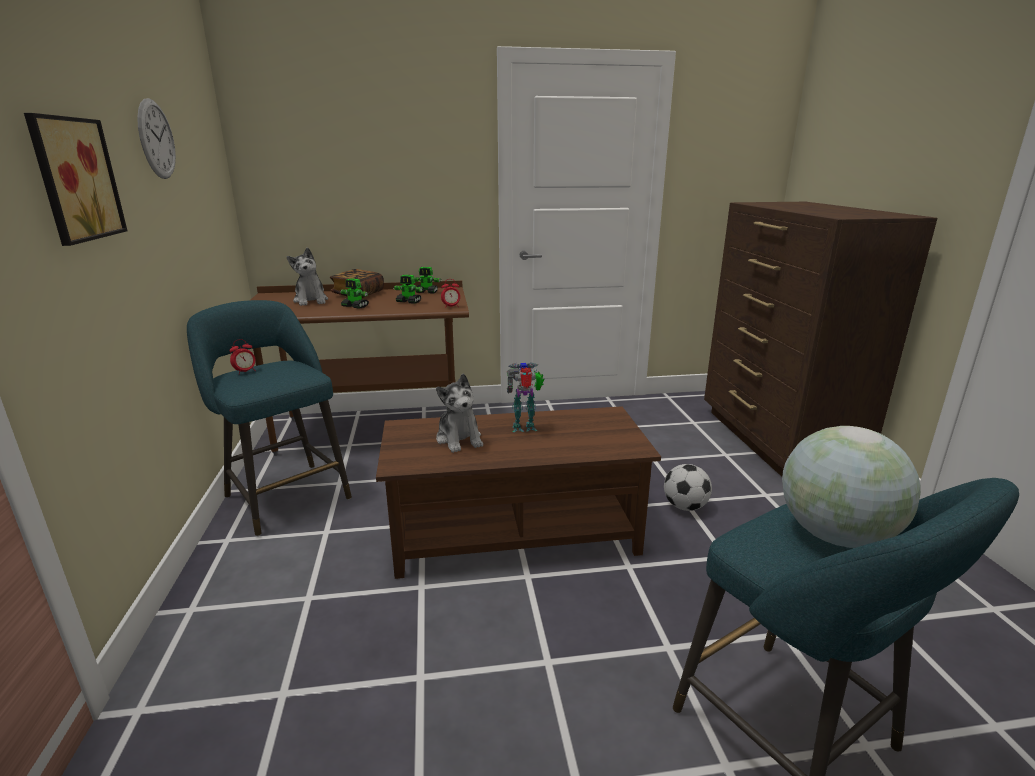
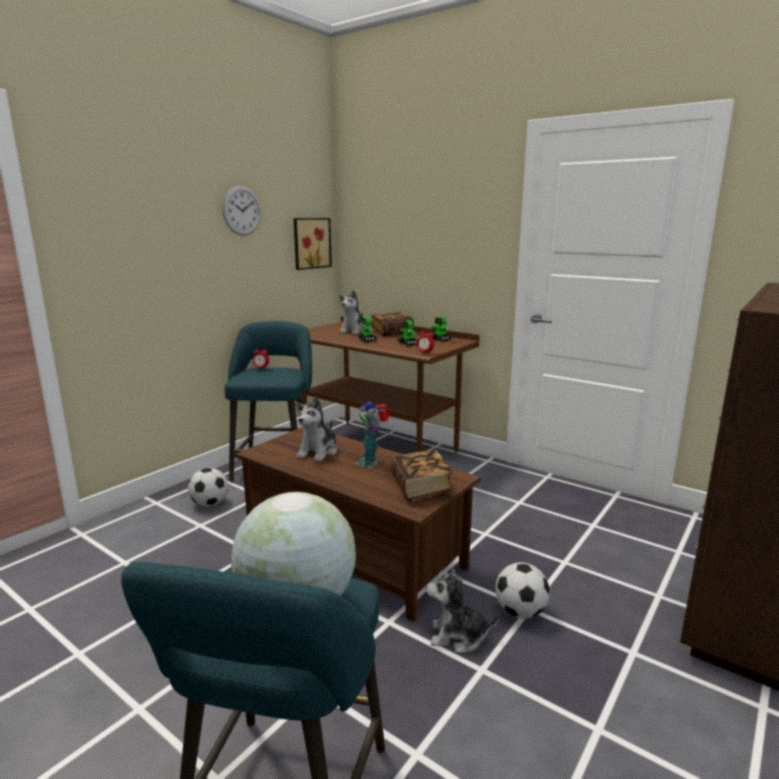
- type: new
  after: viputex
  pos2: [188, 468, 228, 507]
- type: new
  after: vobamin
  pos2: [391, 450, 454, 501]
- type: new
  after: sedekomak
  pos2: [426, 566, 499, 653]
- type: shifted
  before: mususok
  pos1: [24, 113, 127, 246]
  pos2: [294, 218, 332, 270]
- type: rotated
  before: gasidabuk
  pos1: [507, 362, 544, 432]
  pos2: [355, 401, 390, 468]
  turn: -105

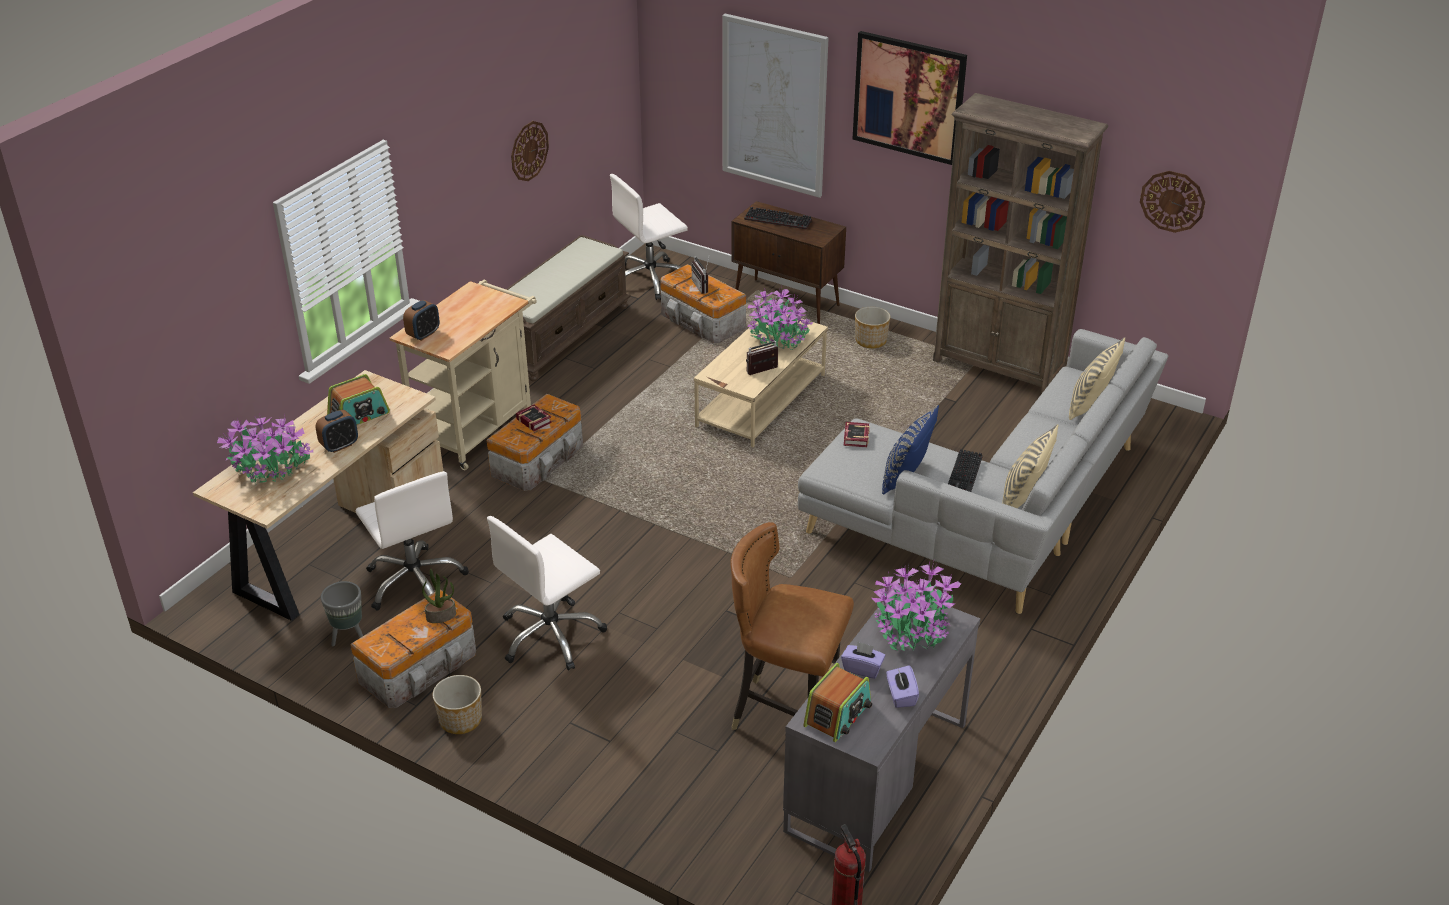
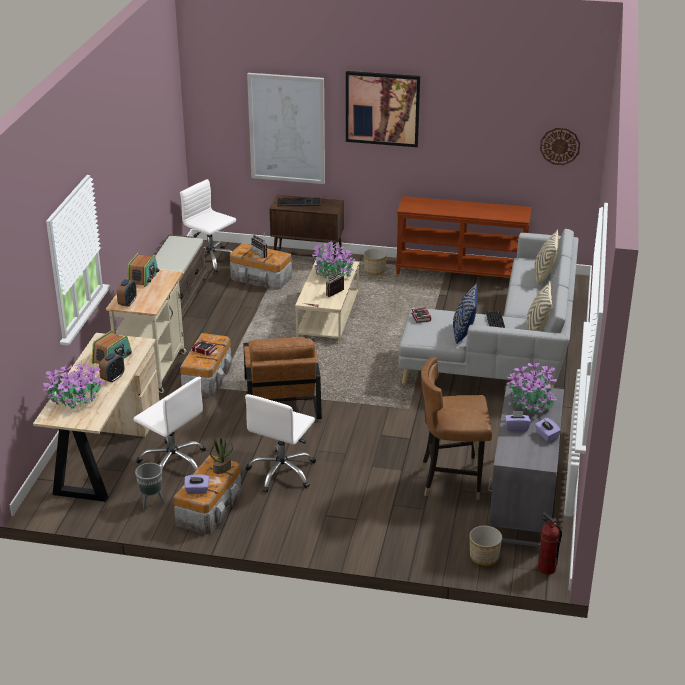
- type: gone
  before: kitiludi
  pos1: [511, 121, 549, 181]
- type: new
  after: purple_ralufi
  pos2: [184, 474, 209, 494]
- type: new
  after: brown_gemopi
  pos2: [243, 337, 322, 419]
- type: shifted
  before: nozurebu
  pos1: [433, 675, 482, 734]
  pos2: [470, 526, 502, 566]
- type: shifted
  before: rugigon
  pos1: [803, 663, 872, 742]
  pos2: [128, 253, 159, 287]
- type: swapped
  before: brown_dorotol
  after: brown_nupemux
  pos1: [933, 93, 1108, 394]
  pos2: [396, 196, 532, 278]
- type: rotated
  before: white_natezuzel
  pos1: [610, 174, 688, 300]
  pos2: [180, 179, 236, 273]
  turn: 90

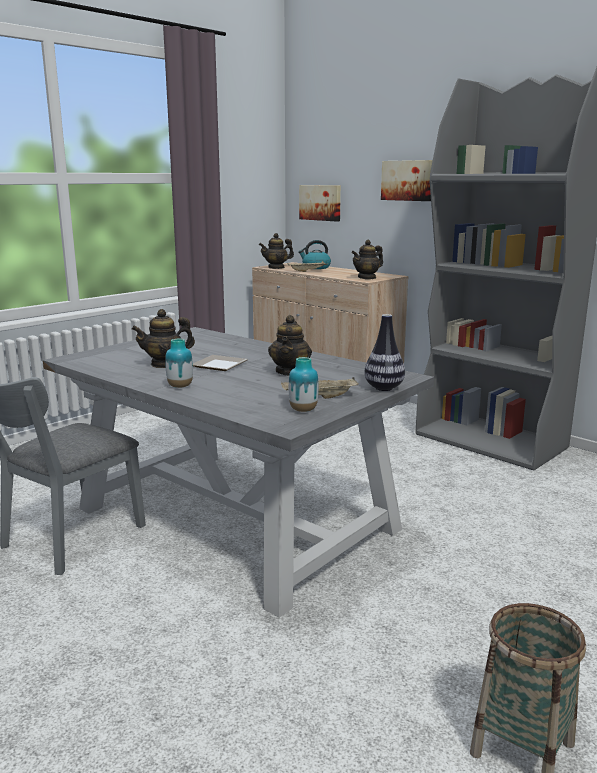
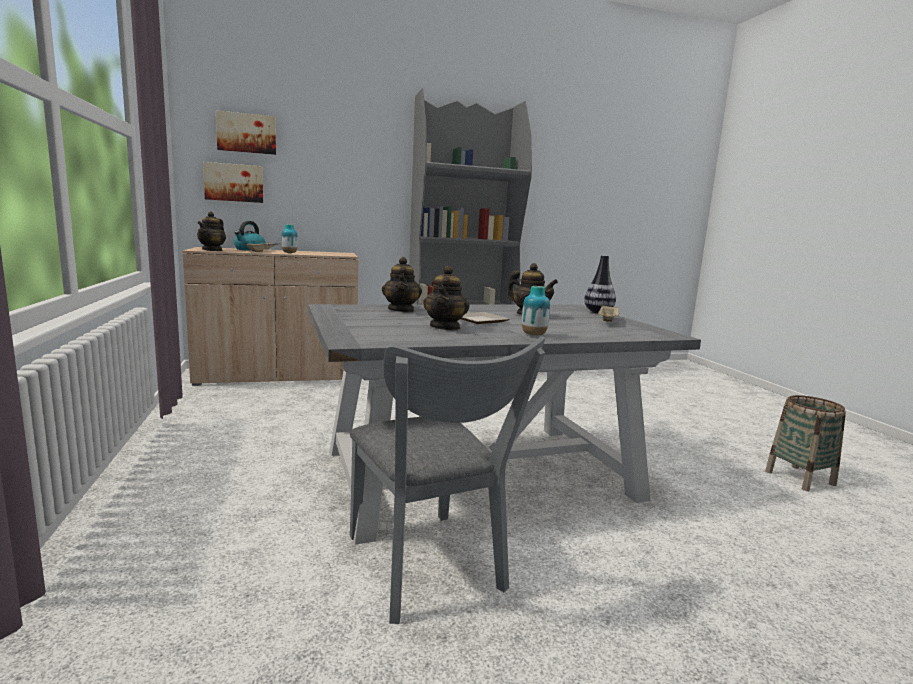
- type: shifted
  before: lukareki
  pos1: [289, 357, 318, 412]
  pos2: [281, 224, 298, 253]
- type: shifted
  before: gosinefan
  pos1: [351, 240, 383, 279]
  pos2: [382, 257, 422, 312]
- type: shifted
  before: mususok
  pos1: [381, 160, 433, 201]
  pos2: [216, 111, 276, 155]

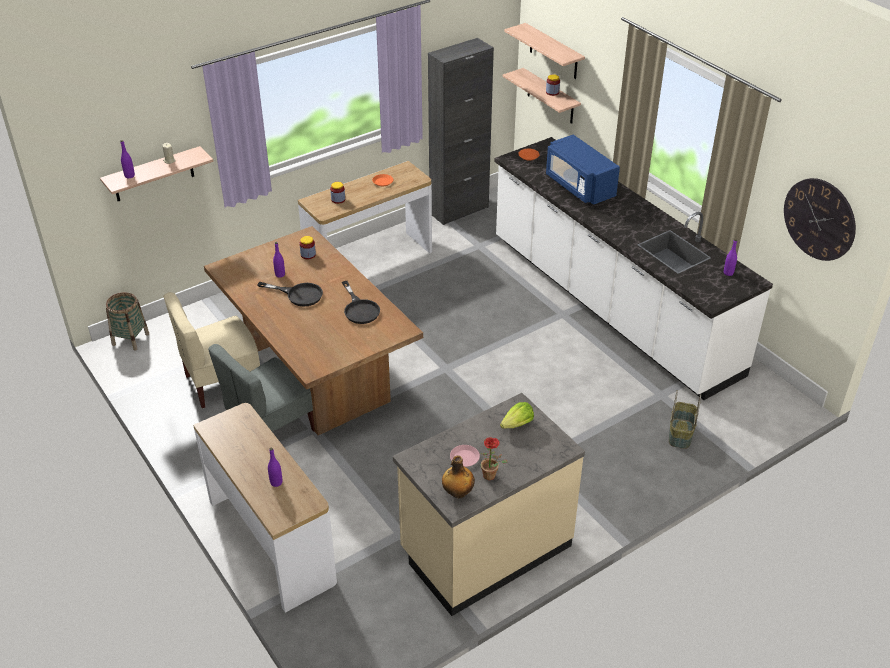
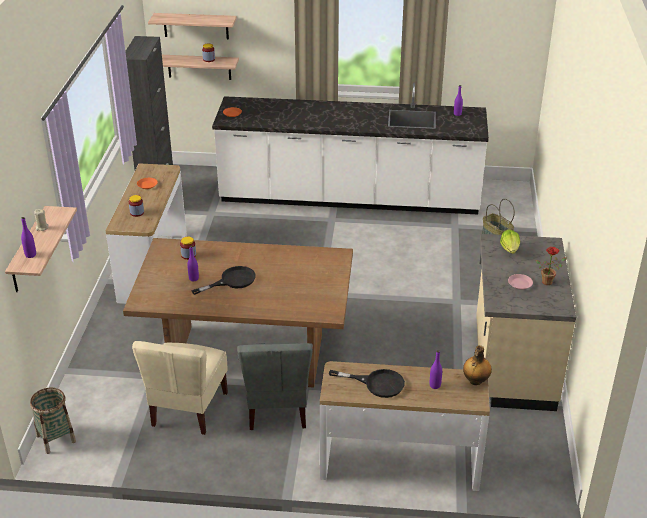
- type: gone
  before: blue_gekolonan
  pos1: [546, 134, 620, 205]
- type: gone
  before: kitiludi
  pos1: [784, 178, 856, 261]
- type: shifted
  before: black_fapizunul
  pos1: [342, 281, 380, 324]
  pos2: [329, 369, 405, 398]
- type: shifted
  before: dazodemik
  pos1: [442, 456, 475, 498]
  pos2: [463, 345, 492, 385]

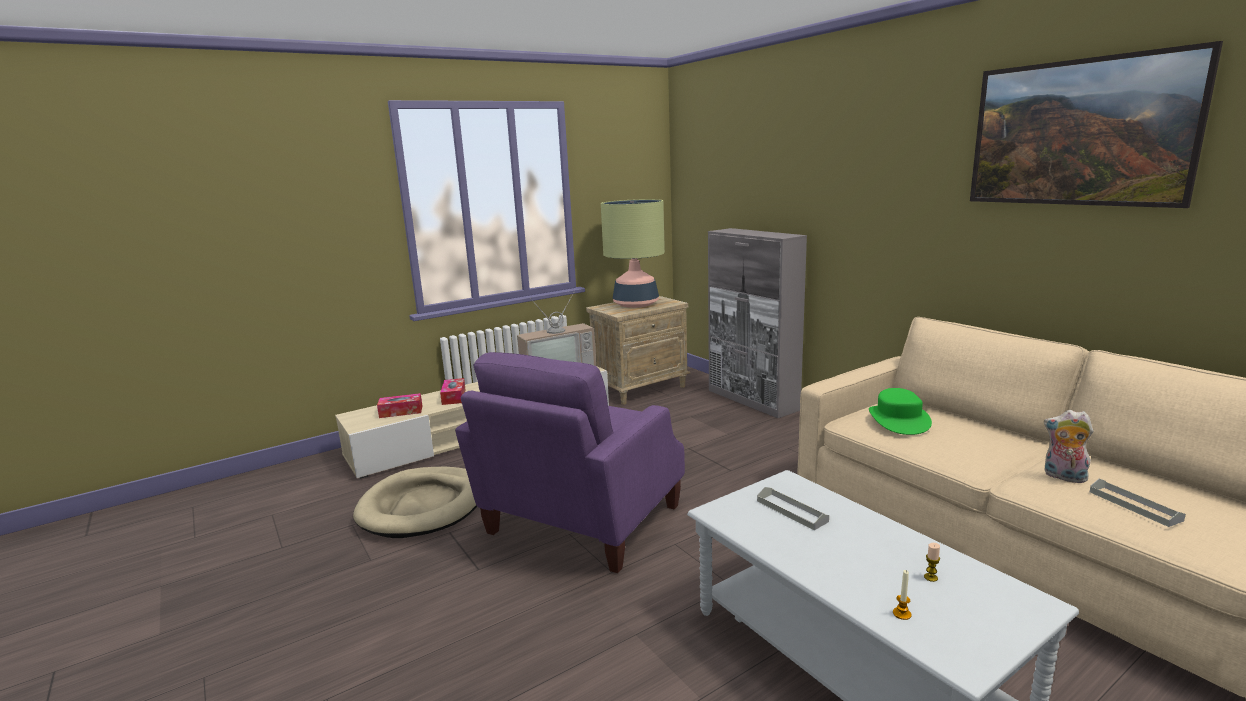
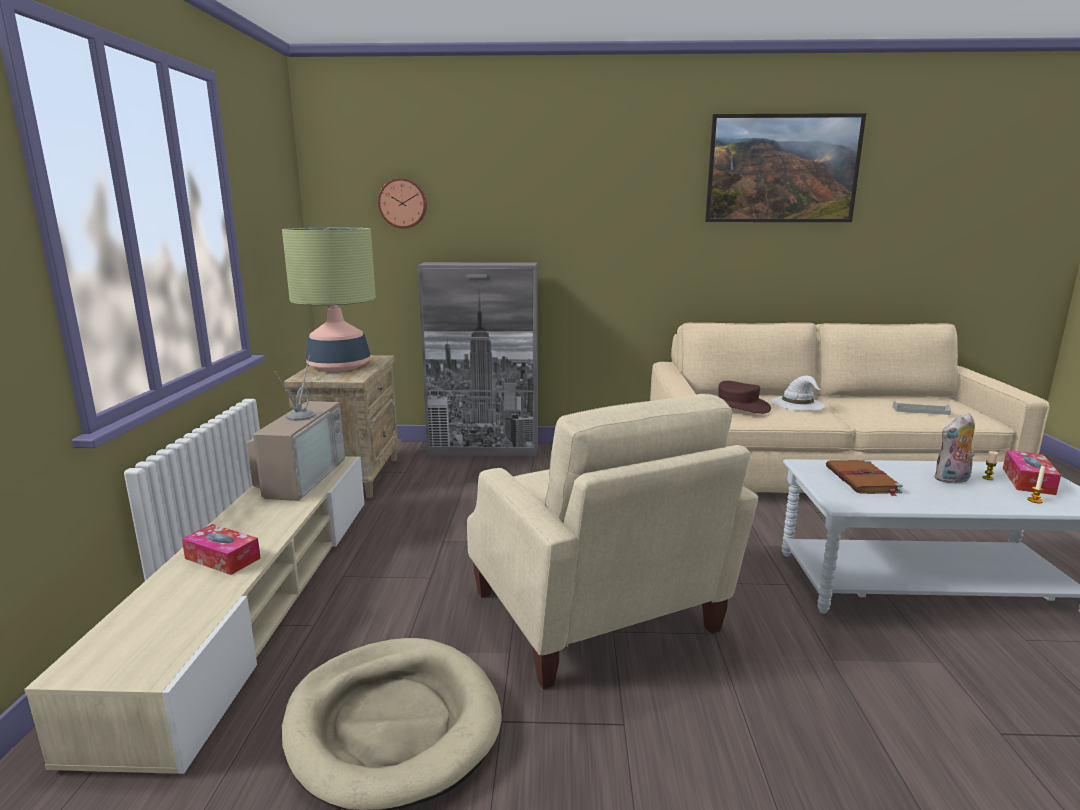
- type: new
  after: kitiludi
  pos2: [378, 178, 427, 228]
- type: new
  after: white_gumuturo
  pos2: [770, 376, 825, 411]
- type: shifted
  before: ralufi
  pos1: [377, 393, 422, 418]
  pos2: [1003, 450, 1061, 495]
- type: shifted
  before: sedekomak
  pos1: [1044, 410, 1093, 483]
  pos2: [935, 413, 975, 483]
- type: swapped
  before: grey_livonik
  after: brown_vobamin
  pos1: [757, 487, 829, 530]
  pos2: [826, 460, 903, 496]
- type: repainted
  before: purple_gemopi
  after: beige_gemopi
  pos1: [455, 352, 685, 573]
  pos2: [467, 394, 758, 689]
- type: repainted
  before: green_gumuturo
  after: brown_gumuturo
  pos1: [869, 388, 932, 435]
  pos2: [718, 381, 771, 414]

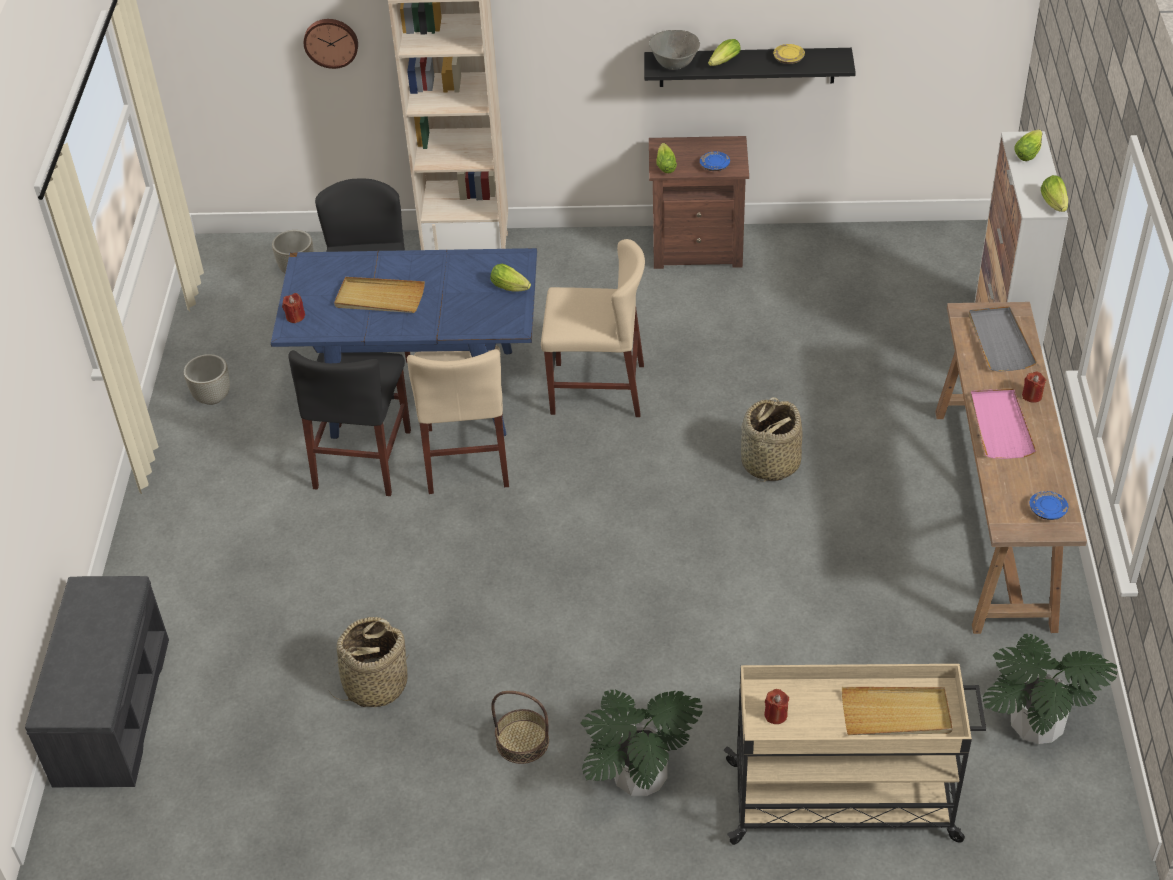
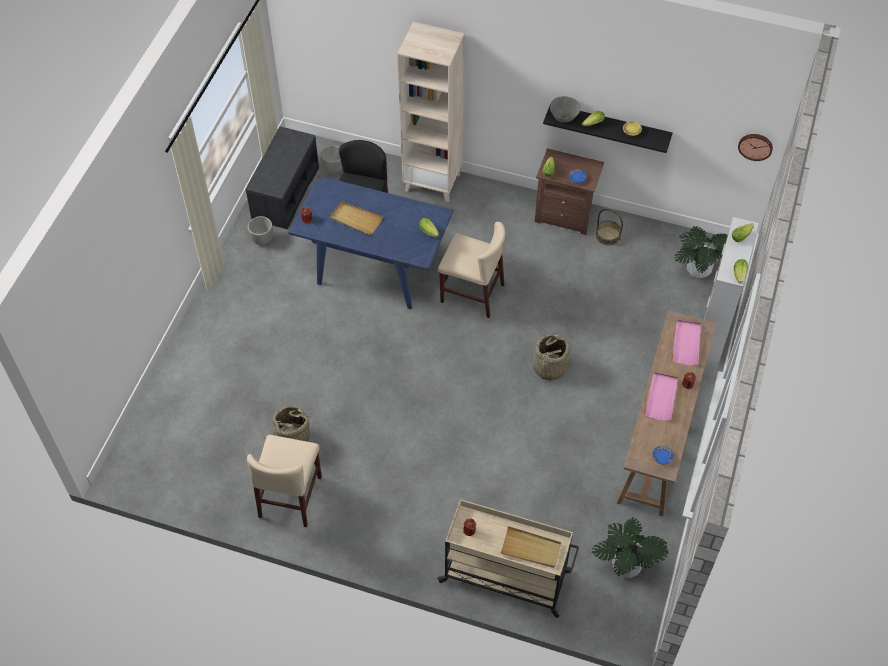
- type: gone
  before: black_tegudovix
  pos1: [289, 350, 411, 496]
- type: shifted
  before: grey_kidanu
  pos1: [25, 576, 169, 787]
  pos2: [246, 127, 319, 229]
- type: shifted
  before: kitiludi
  pos1: [304, 19, 358, 69]
  pos2: [738, 134, 773, 161]
- type: shifted
  before: beige_tegudovix
  pos1: [407, 345, 509, 494]
  pos2: [247, 435, 322, 527]
- type: shifted
  before: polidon
  pos1: [491, 691, 549, 764]
  pos2: [596, 209, 623, 246]
- type: shifted
  before: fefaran
  pos1: [580, 690, 703, 796]
  pos2: [675, 226, 728, 278]
- type: repainted
  before: grey_livonik
  after: pink_livonik
  pos1: [969, 306, 1037, 372]
  pos2: [670, 320, 701, 366]

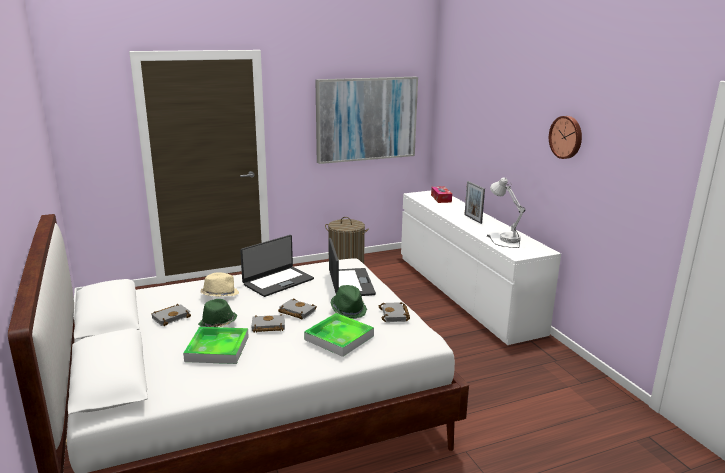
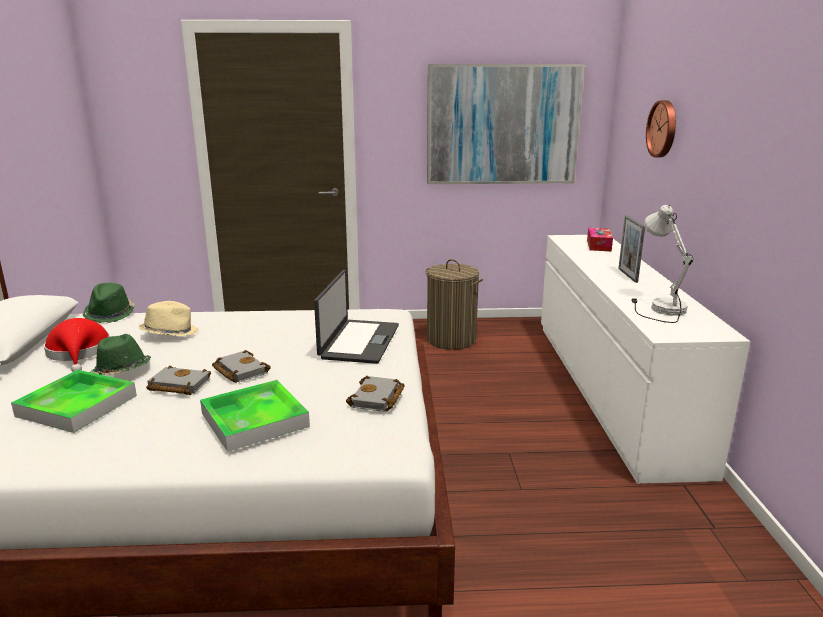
- type: gone
  before: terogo
  pos1: [240, 235, 314, 297]
- type: shifted
  before: green_gumuturo
  pos1: [330, 285, 367, 319]
  pos2: [83, 283, 135, 323]
- type: shifted
  before: kitiludi
  pos1: [549, 116, 582, 159]
  pos2: [646, 100, 676, 157]
- type: swapped
  before: grey_vobamin
  after: red_gumuturo
  pos1: [151, 304, 191, 326]
  pos2: [44, 318, 110, 372]

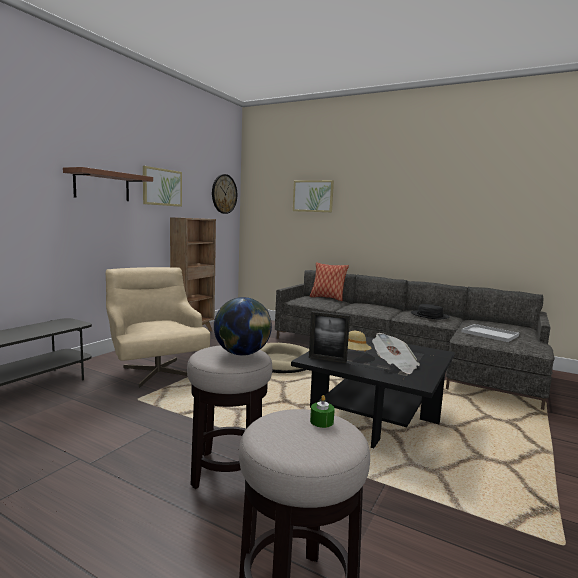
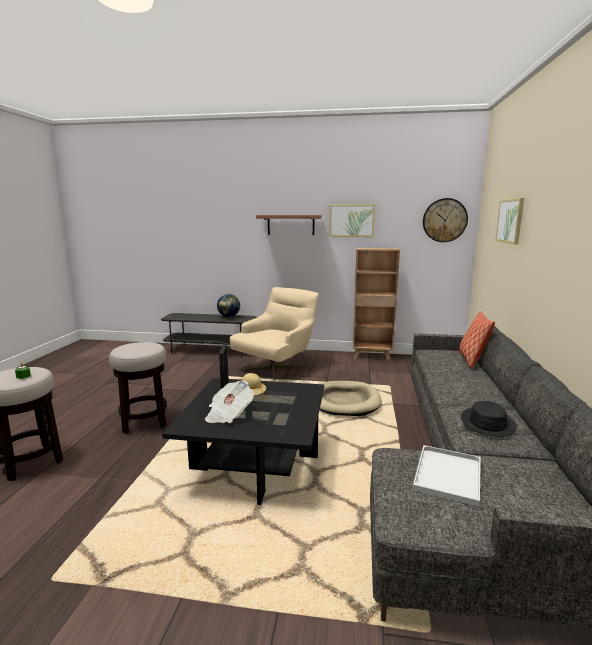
- type: shifted
  before: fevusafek
  pos1: [214, 297, 272, 356]
  pos2: [217, 294, 240, 317]

